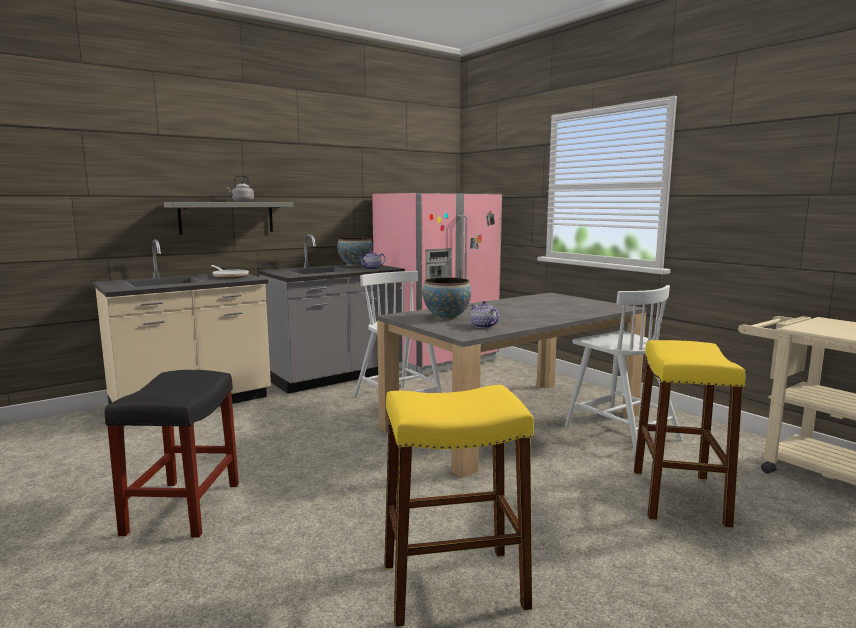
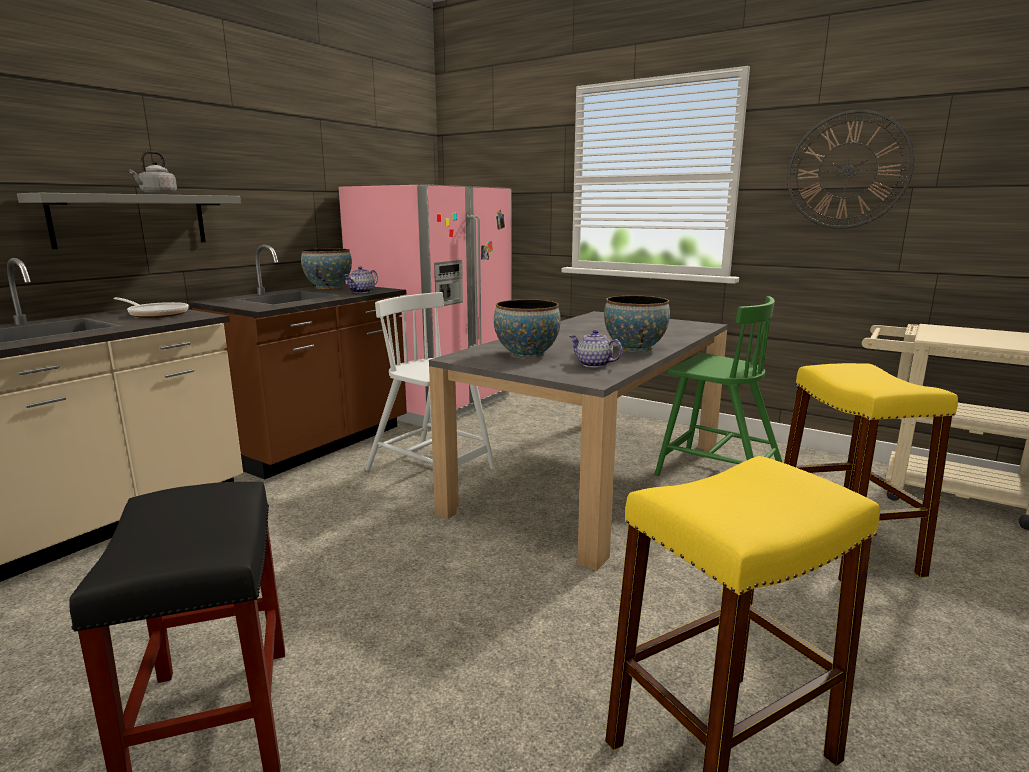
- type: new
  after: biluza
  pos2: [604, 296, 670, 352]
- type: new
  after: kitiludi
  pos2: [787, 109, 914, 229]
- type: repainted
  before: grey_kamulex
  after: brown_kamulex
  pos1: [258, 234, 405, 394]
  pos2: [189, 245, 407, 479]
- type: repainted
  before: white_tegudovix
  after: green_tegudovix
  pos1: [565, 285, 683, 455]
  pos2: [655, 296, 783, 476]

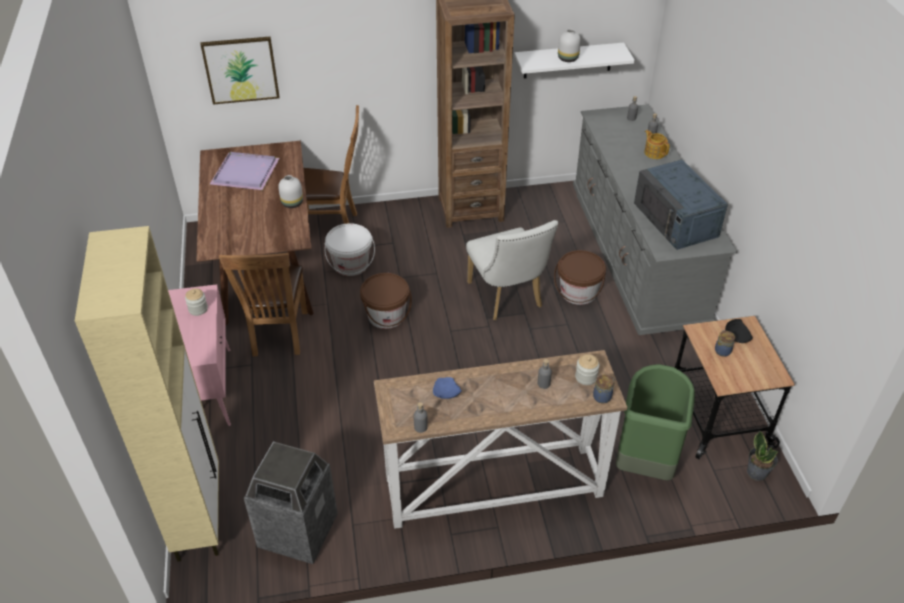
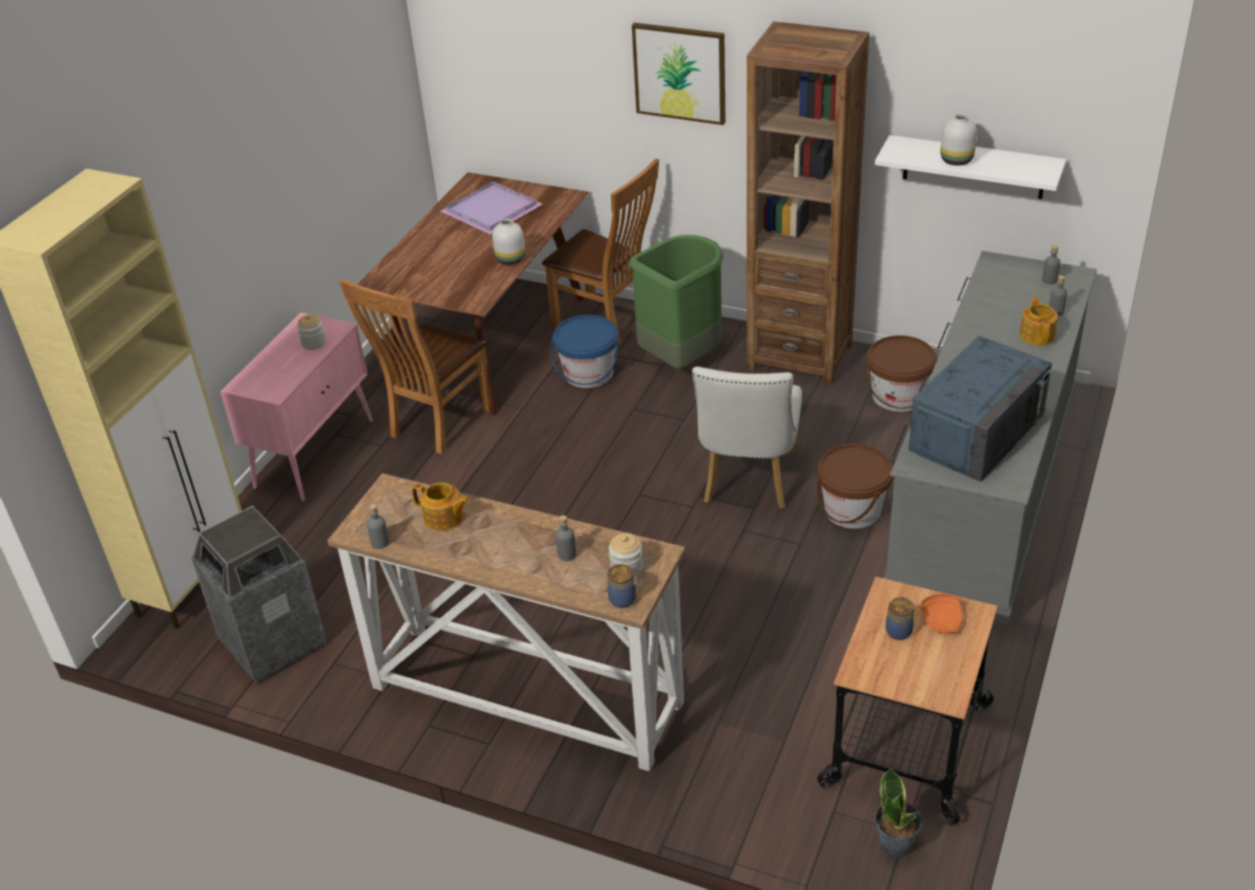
- type: shifted
  before: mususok
  pos1: [200, 37, 280, 105]
  pos2: [632, 23, 725, 125]
- type: shifted
  before: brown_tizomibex
  pos1: [360, 273, 412, 329]
  pos2: [866, 335, 937, 412]
- type: shifted
  before: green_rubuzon
  pos1: [616, 364, 695, 481]
  pos2: [629, 235, 724, 370]
- type: swapped
  before: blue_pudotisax
  after: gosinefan
  pos1: [433, 377, 462, 399]
  pos2: [412, 482, 470, 531]
- type: repainted
  before: white_tizomibex
  after: blue_tizomibex
  pos1: [325, 223, 375, 276]
  pos2: [551, 315, 619, 388]
- type: repainted
  before: black_pudotisax
  after: orange_pudotisax
  pos1: [725, 319, 753, 343]
  pos2: [921, 593, 962, 633]
- type: rotated
  before: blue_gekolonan
  pos1: [634, 160, 728, 250]
  pos2: [909, 336, 1052, 482]
  turn: -150

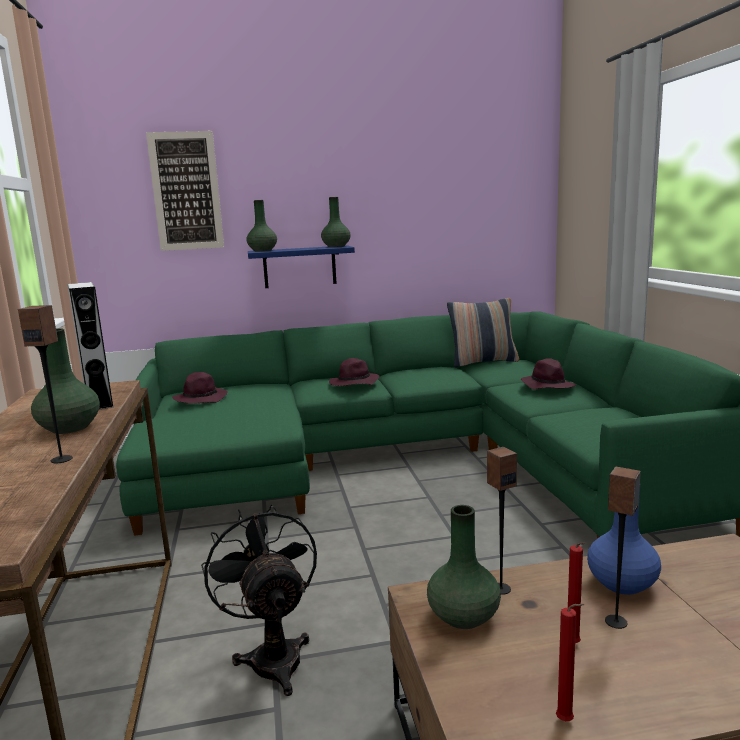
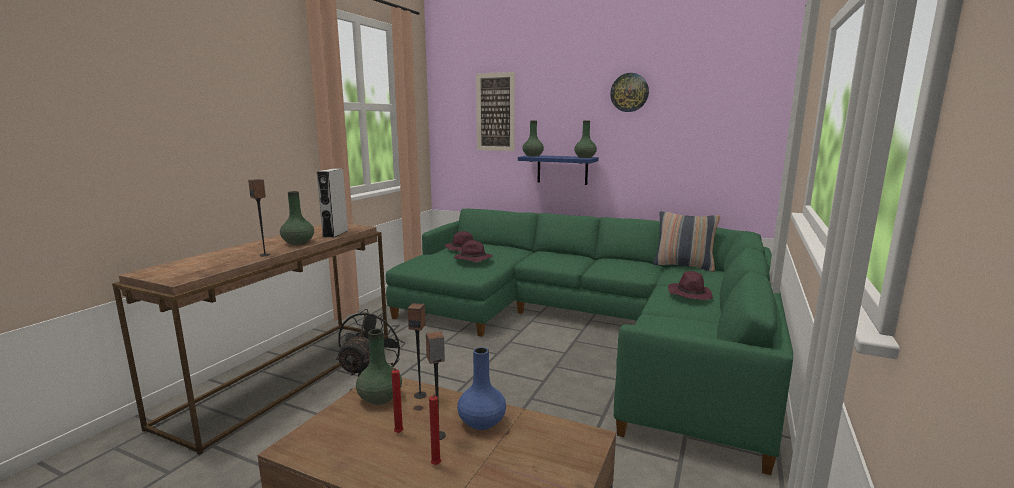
- type: new
  after: kitiludi
  pos2: [610, 73, 649, 112]
- type: shifted
  before: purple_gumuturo
  pos1: [329, 358, 380, 386]
  pos2: [454, 240, 493, 263]
- type: shifted
  before: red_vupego
  pos1: [556, 604, 584, 721]
  pos2: [429, 394, 441, 465]

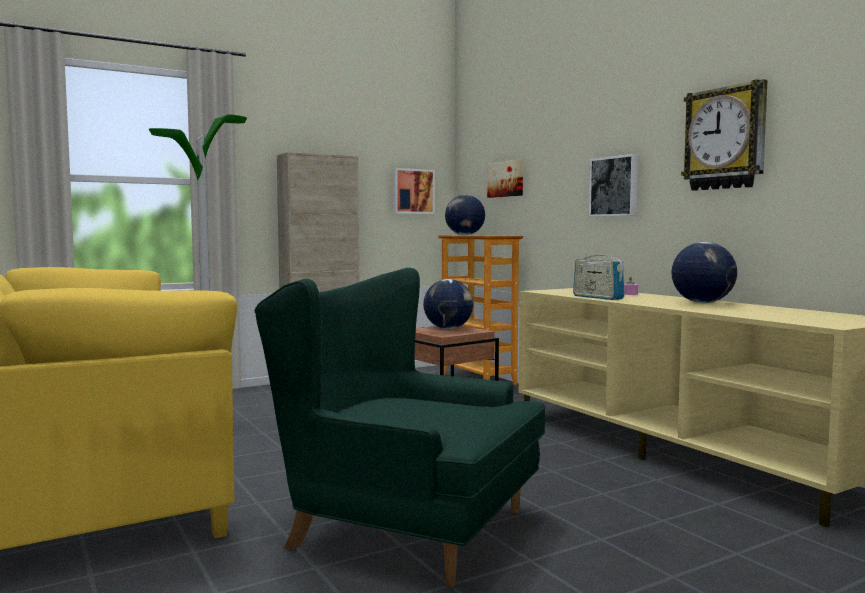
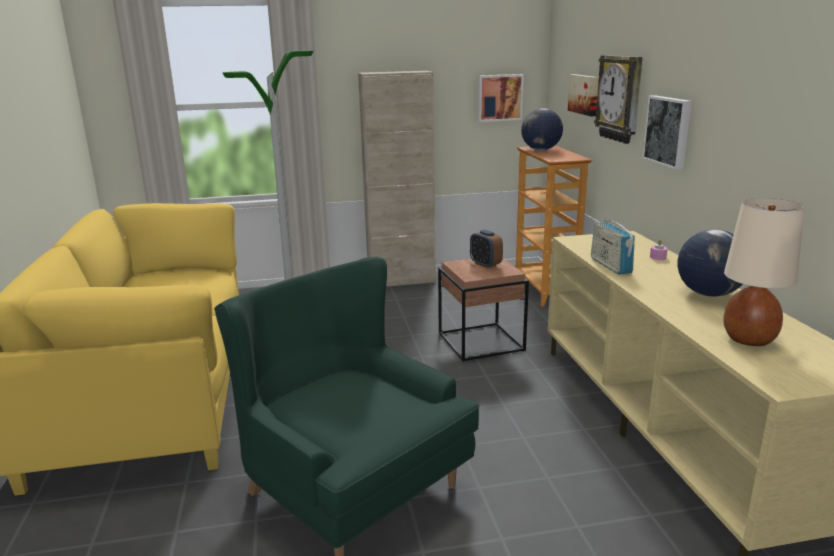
- type: new
  after: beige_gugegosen
  pos2: [723, 198, 804, 346]
- type: shifted
  before: kitiludi
  pos1: [681, 79, 768, 191]
  pos2: [594, 55, 643, 144]
- type: swapped
  before: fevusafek
  after: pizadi
  pos1: [423, 279, 473, 329]
  pos2: [470, 230, 503, 268]

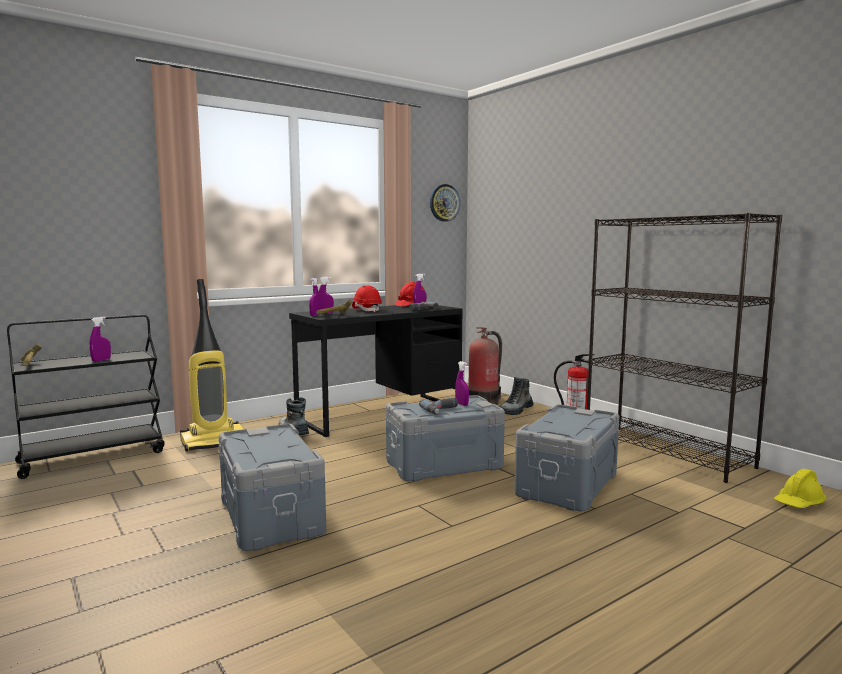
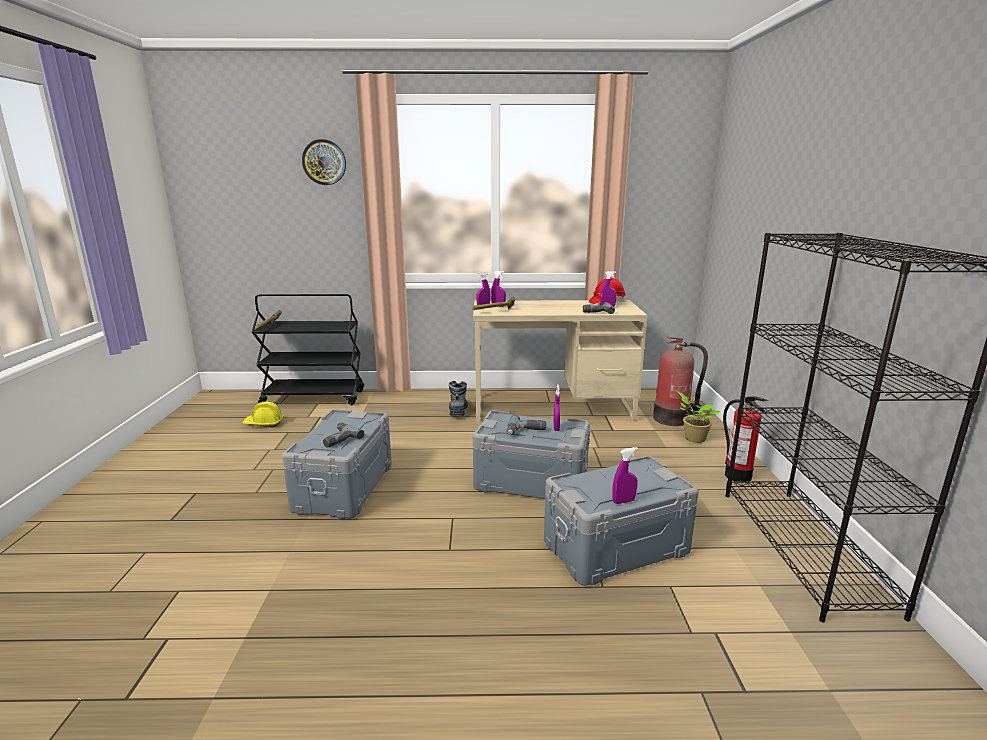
- type: gone
  before: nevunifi
  pos1: [180, 279, 243, 451]
- type: gone
  before: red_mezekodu
  pos1: [352, 285, 382, 312]
- type: new
  after: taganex
  pos2: [323, 422, 364, 448]
- type: shifted
  before: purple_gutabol
  pos1: [90, 317, 111, 362]
  pos2: [612, 447, 638, 504]
- type: shifted
  before: kitiludi
  pos1: [430, 184, 460, 222]
  pos2: [302, 139, 346, 185]
- type: shifted
  before: yellow_mezekodu
  pos1: [774, 469, 826, 508]
  pos2: [242, 402, 284, 427]
- type: swapped
  before: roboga
  after: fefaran
  pos1: [500, 377, 534, 415]
  pos2: [677, 391, 720, 443]
- type: repainted
  before: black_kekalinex
  after: beige_kekalinex
  pos1: [289, 305, 463, 437]
  pos2: [473, 300, 648, 422]

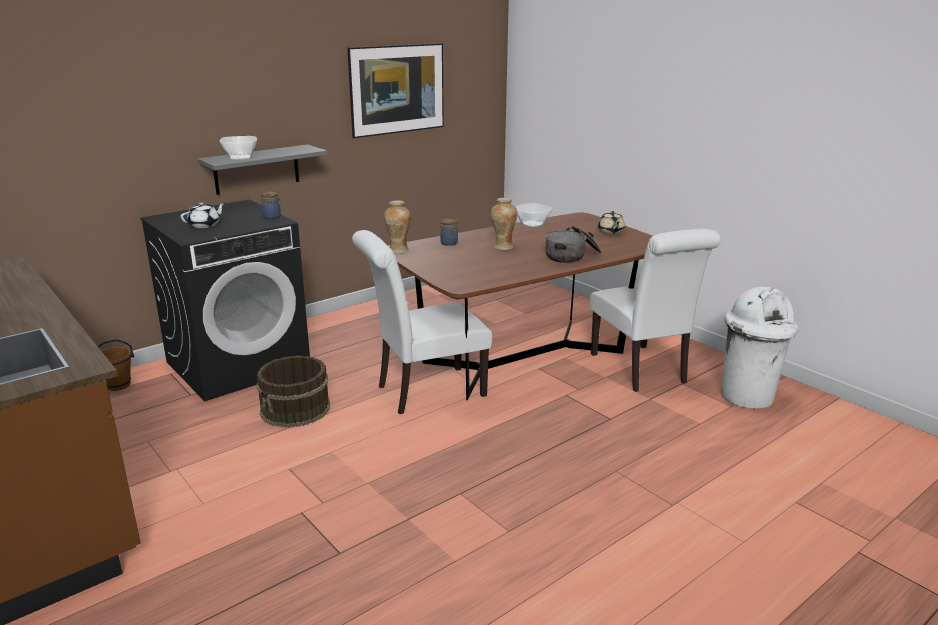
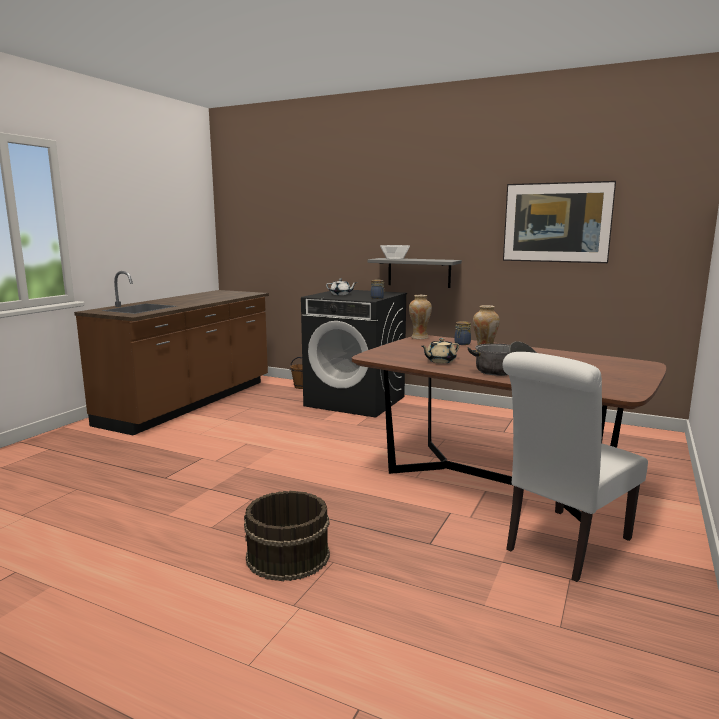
- type: gone
  before: white_tegudovix
  pos1: [352, 230, 492, 414]
- type: gone
  before: biluza
  pos1: [515, 203, 553, 227]
- type: gone
  before: white_rubuzon
  pos1: [721, 286, 798, 409]
- type: shifted
  before: brown_tizomibex
  pos1: [256, 355, 330, 428]
  pos2: [244, 491, 330, 581]
- type: shifted
  before: beige_gosinefan
  pos1: [598, 211, 625, 234]
  pos2: [422, 338, 459, 363]

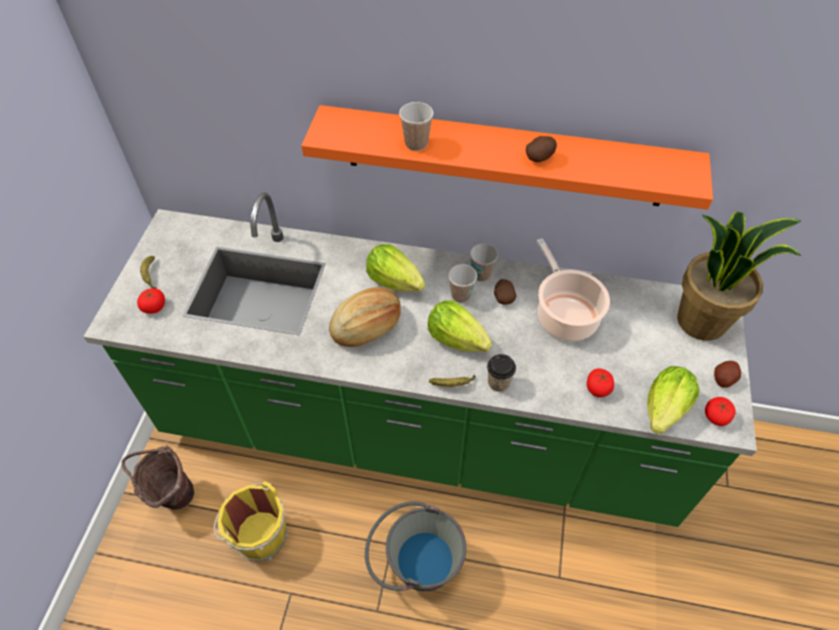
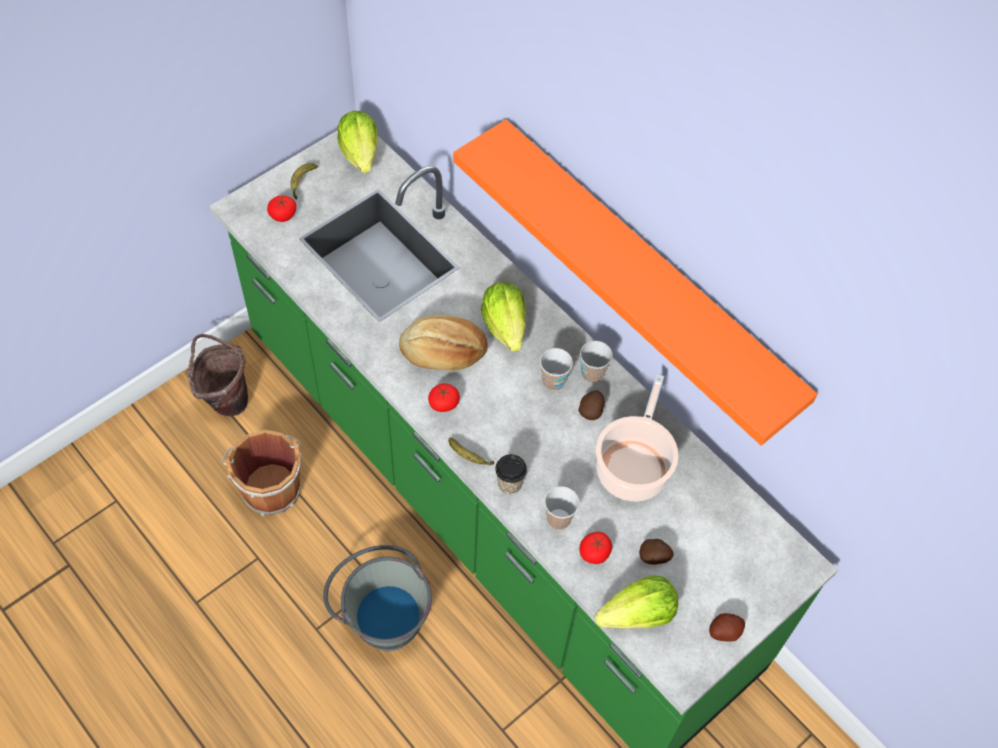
- type: gone
  before: fefaran
  pos1: [677, 211, 801, 341]
- type: shifted
  before: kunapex
  pos1: [399, 102, 433, 151]
  pos2: [544, 486, 580, 530]
- type: shifted
  before: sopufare
  pos1: [428, 300, 493, 352]
  pos2: [337, 111, 378, 173]
- type: shifted
  before: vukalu
  pos1: [526, 136, 557, 162]
  pos2: [639, 539, 674, 565]
- type: shifted
  before: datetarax
  pos1: [705, 397, 736, 426]
  pos2: [428, 383, 460, 412]
- type: repainted
  before: yellow_tizomibex
  after: brown_tizomibex
  pos1: [214, 481, 289, 561]
  pos2: [222, 430, 302, 516]

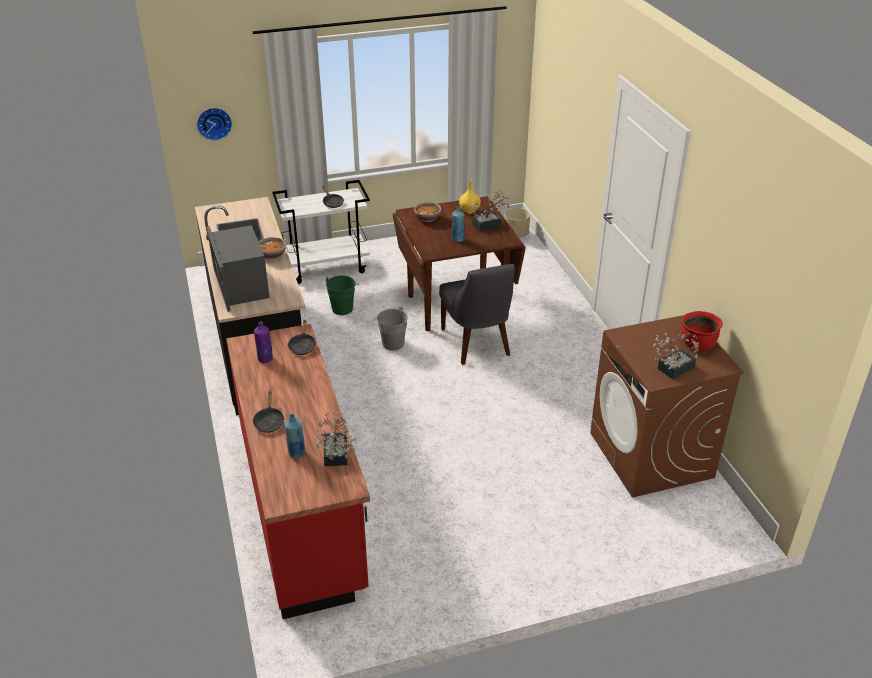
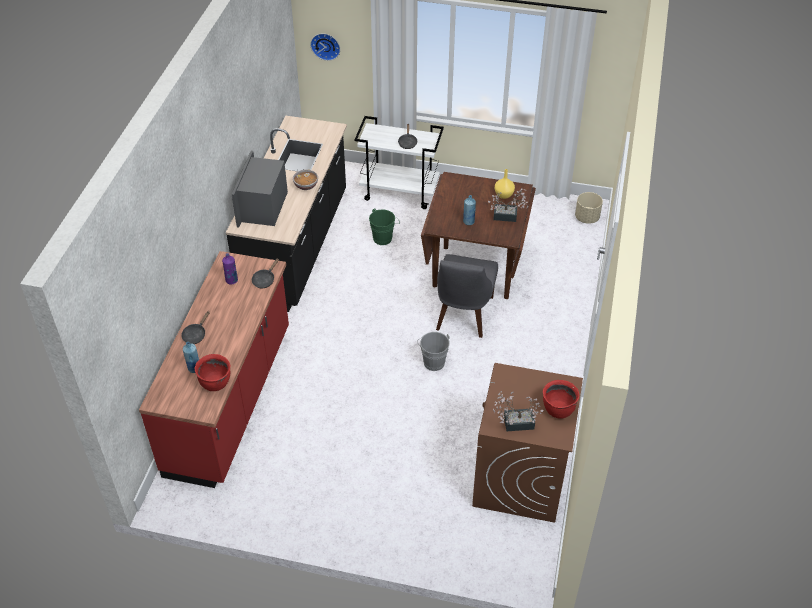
- type: gone
  before: biluza
  pos1: [414, 202, 441, 222]
- type: shifted
  before: grey_tizomibex
  pos1: [372, 306, 408, 351]
  pos2: [420, 332, 450, 371]
- type: swapped
  before: fefaran
  after: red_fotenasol
  pos1: [315, 412, 356, 466]
  pos2: [195, 354, 230, 391]

